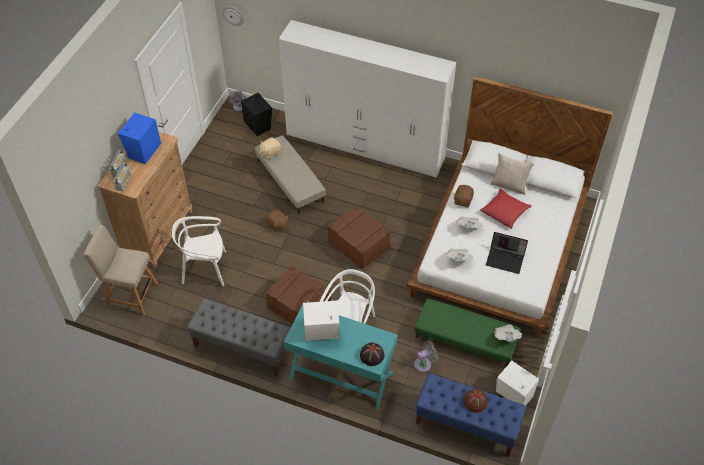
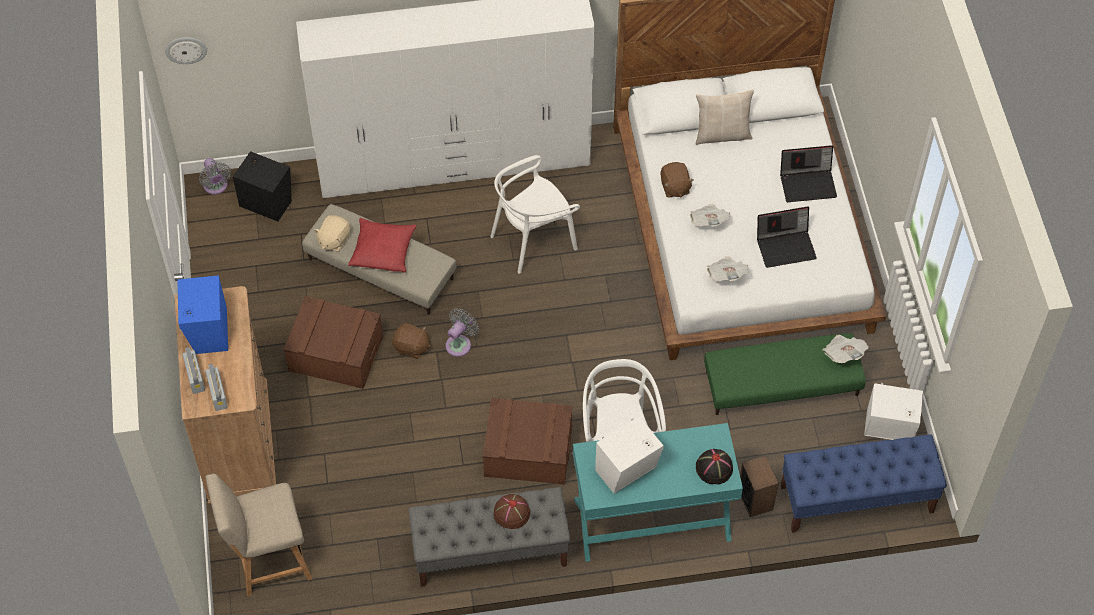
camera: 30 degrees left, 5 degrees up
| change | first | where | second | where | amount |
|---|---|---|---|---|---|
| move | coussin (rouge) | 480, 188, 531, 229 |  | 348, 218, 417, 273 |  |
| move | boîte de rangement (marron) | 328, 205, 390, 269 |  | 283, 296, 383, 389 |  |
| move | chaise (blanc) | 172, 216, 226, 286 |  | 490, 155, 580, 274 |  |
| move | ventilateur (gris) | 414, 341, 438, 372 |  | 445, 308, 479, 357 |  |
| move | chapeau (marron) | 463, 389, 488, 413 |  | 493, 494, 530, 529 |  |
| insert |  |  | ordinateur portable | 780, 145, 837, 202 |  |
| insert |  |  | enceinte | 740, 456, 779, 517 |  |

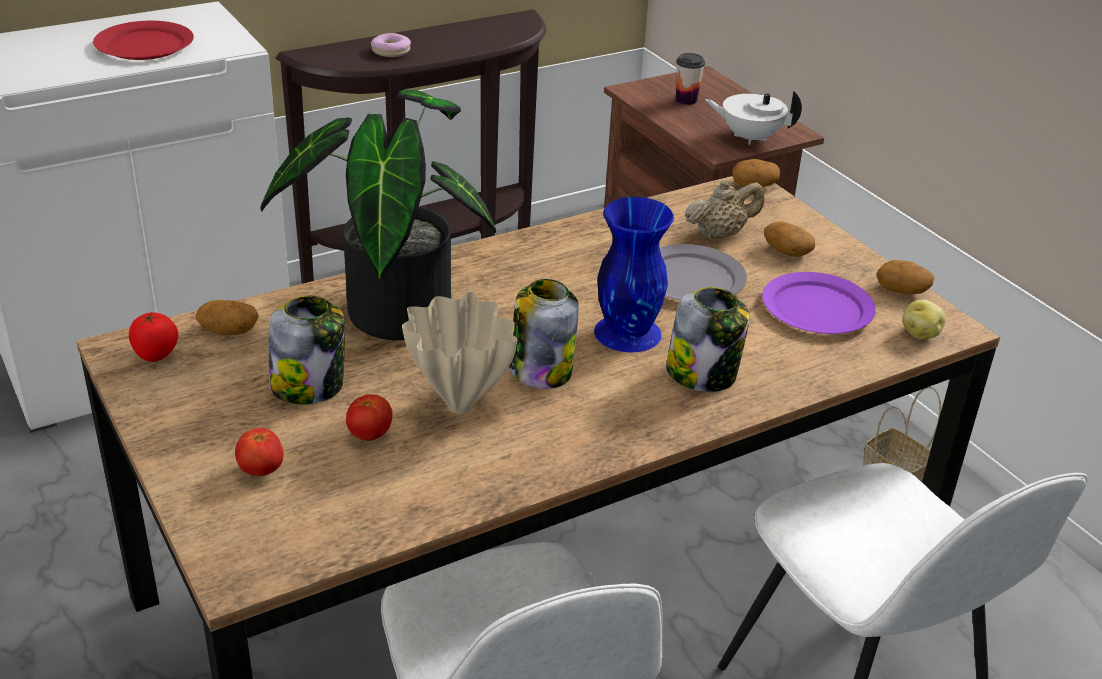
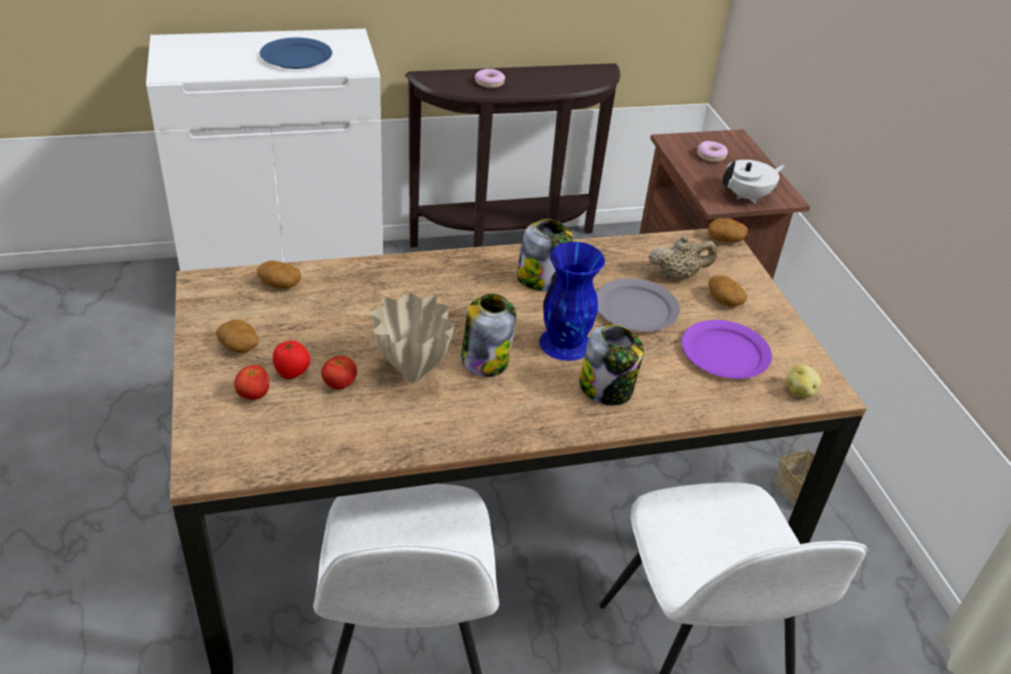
camera: 15 degrees right, 5 degrees up
| change | first | where | second | where | amount |
|---|---|---|---|---|---|
| recolor | assiette (rouge) | 93, 21, 194, 60 | assiette (bleu) | 260, 37, 332, 69 |  |
| replace | tasse | 676, 53, 705, 105 | beignet | 697, 141, 728, 162 |  |
| delete | plante en pot | 260, 90, 496, 340 |  |  |  |
| rotate | théière (blanc) | 705, 90, 802, 145 |  | 723, 160, 785, 204 | 120 degrees clockwise |
| move | pomme de terre | 876, 260, 934, 294 |  | 216, 320, 259, 353 |  |
| move | bocal | 269, 296, 345, 404 |  | 516, 219, 573, 291 |  |
| move | tomate | 129, 312, 178, 362 |  | 273, 340, 310, 379 |  |

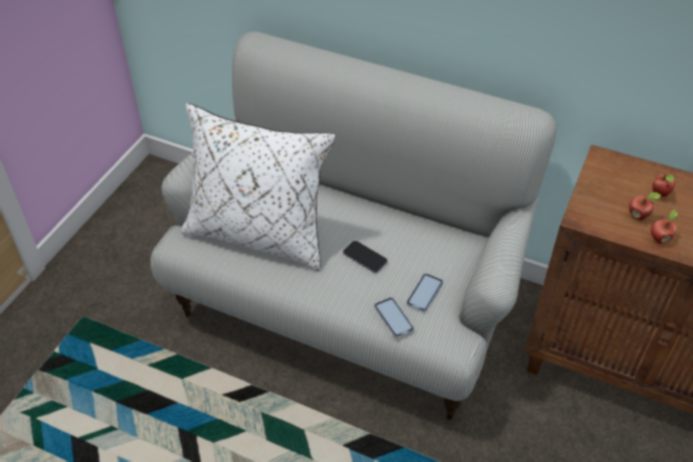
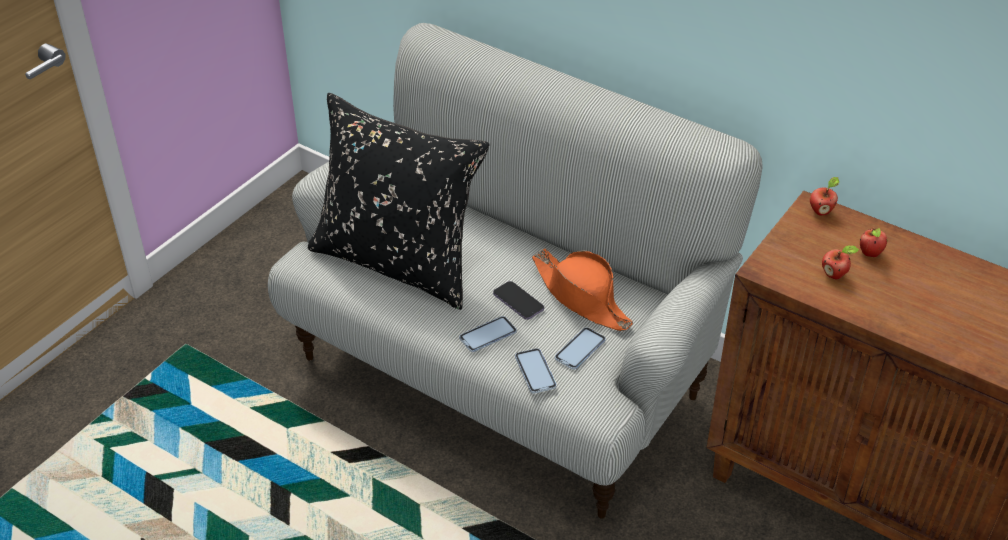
camera: 10 degrees right, 5 degrees down
| change | first | where | second | where | amount |
|---|---|---|---|---|---|
| recolor | coussin (blanc) | 181, 103, 336, 271 | coussin (noir) | 308, 93, 490, 310 |  |
| move | pomme | 651, 209, 678, 244 |  | 810, 177, 839, 216 |  |
| insert |  |  | chapeau (orange) | 532, 248, 633, 331 |  |
| insert |  |  | téléphone | 459, 316, 517, 352 |  |

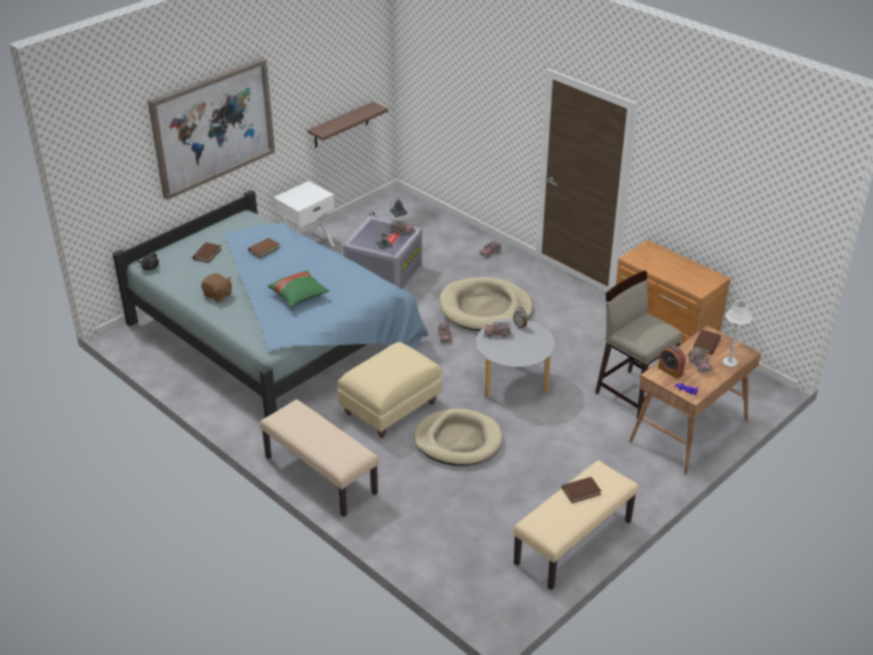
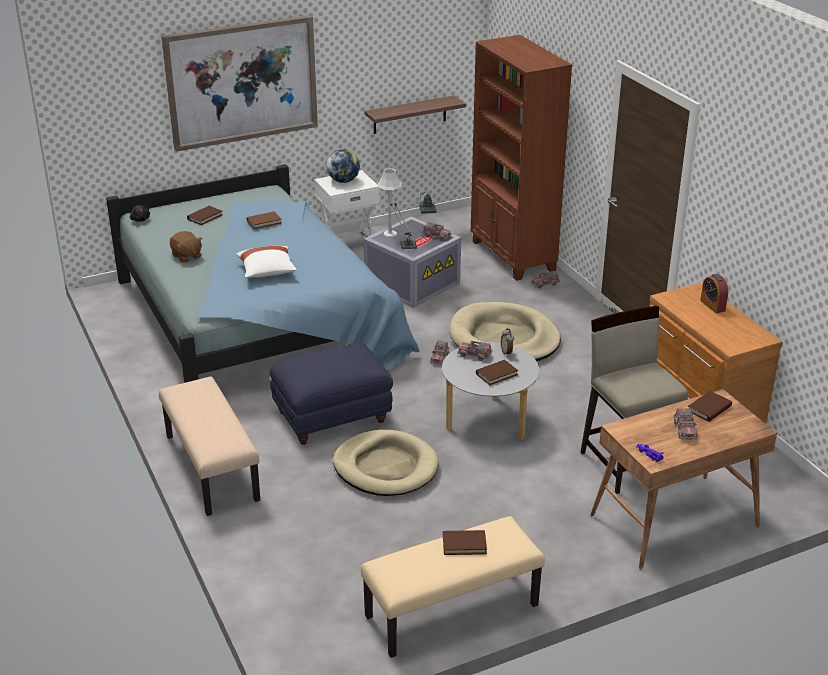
camera: 20 degrees right, 5 degrees down
| change | first | where | second | where | amount |
|---|---|---|---|---|---|
| recolor | coussin (vert) | 268, 270, 329, 307 | coussin (blanc) | 236, 246, 297, 278 |  |
| move | lampe de table (gris) | 722, 300, 752, 367 |  | 378, 168, 402, 237 |  |
| recolor | pouf (beige) | 337, 342, 442, 438 | pouf (bleu) | 270, 343, 393, 445 |  |
| move | réveil | 658, 345, 685, 379 |  | 700, 274, 728, 313 |  |
| insert |  |  | bibliothèque (marron) | 471, 35, 572, 281 |  |
| insert |  |  | globe | 327, 150, 360, 183 |  |
| insert |  |  | livre (marron) | 476, 360, 518, 385 |  |

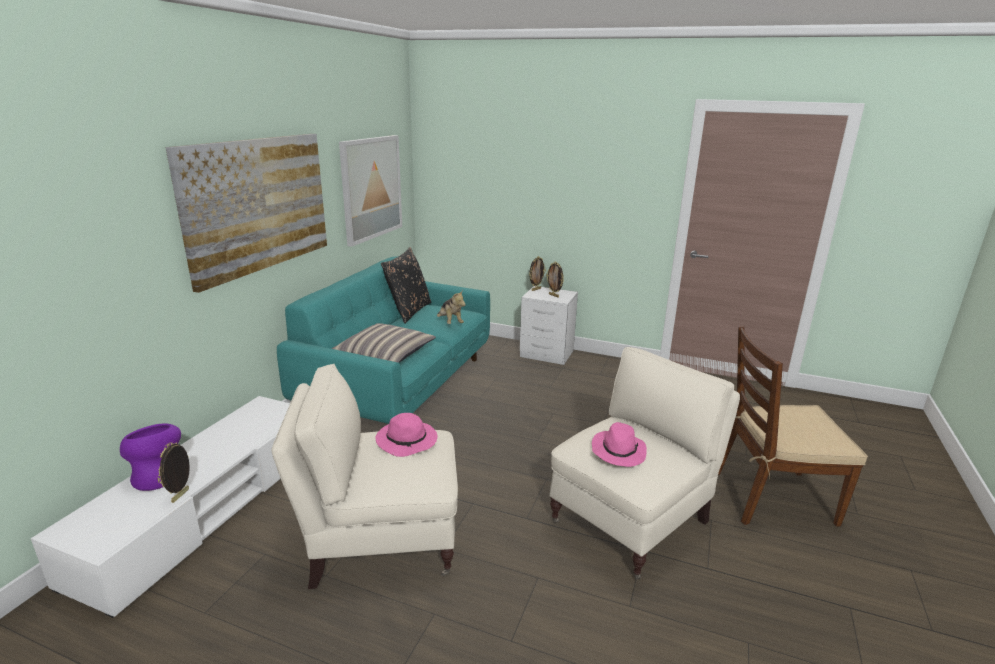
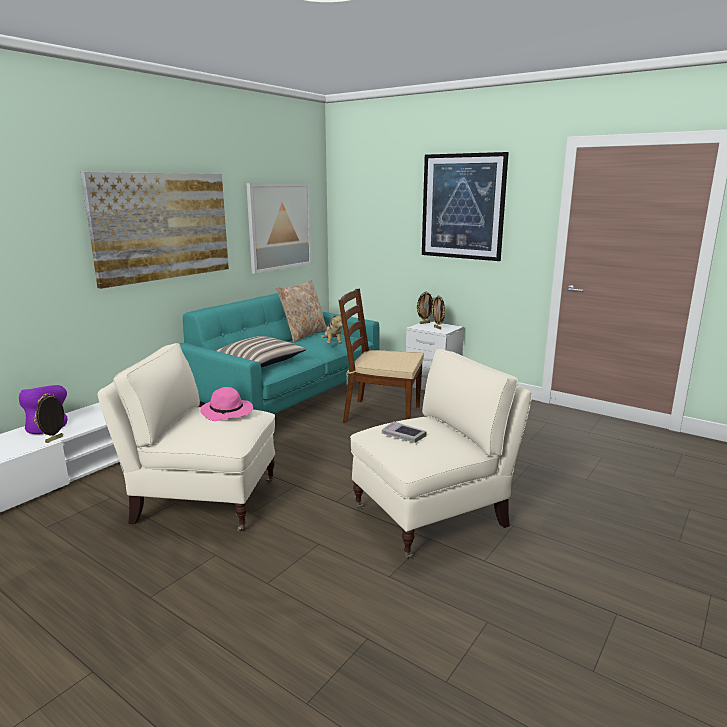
camera: 15 degrees right, 5 degrees down
| change | first | where | second | where | amount |
|---|---|---|---|---|---|
| recolor | coussin (noir) | 381, 247, 432, 323 | coussin (beige) | 276, 279, 327, 343 |  |
| move | chaise (marron) | 718, 326, 868, 527 |  | 339, 289, 424, 422 |  |
| replace | chapeau (rose) | 592, 422, 647, 467 | livre | 382, 421, 427, 443 |  |
| insert |  |  | tableau | 422, 152, 509, 261 |  |

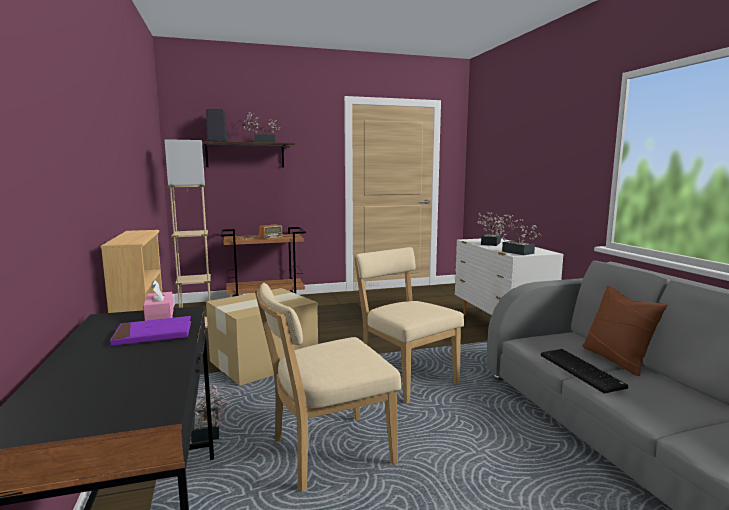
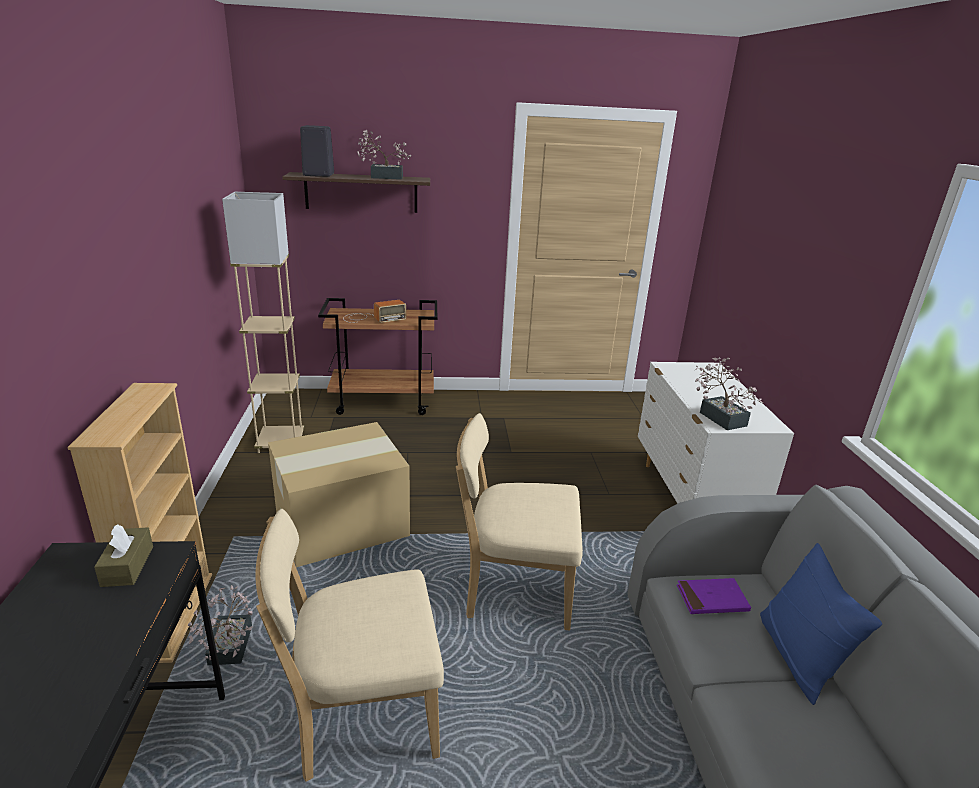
camera: 10 degrees right, 15 degrees up
| change | first | where | second | where | amount |
|---|---|---|---|---|---|
| delete | plante en pot | 477, 212, 503, 246 |  |  |  |
| rotate | chaise (beige) | 354, 247, 464, 404 |  | 456, 413, 583, 630 | 60 degrees counterclockwise |
| recolor | boîte à mouchoirs (rose) | 143, 280, 174, 321 | boîte à mouchoirs (marron) | 94, 524, 153, 587 |  |
| recolor | coussin (marron) | 582, 286, 667, 376 | coussin (bleu) | 760, 543, 882, 705 |  |
| move | livre (violet) | 110, 316, 191, 346 |  | 677, 578, 751, 614 |  |
| delete | clavier | 541, 349, 628, 394 |  |  |  |

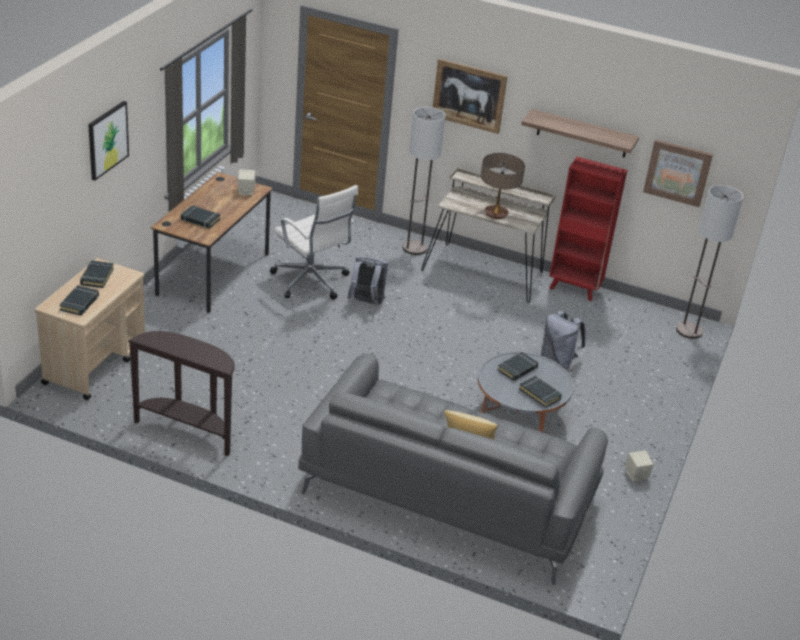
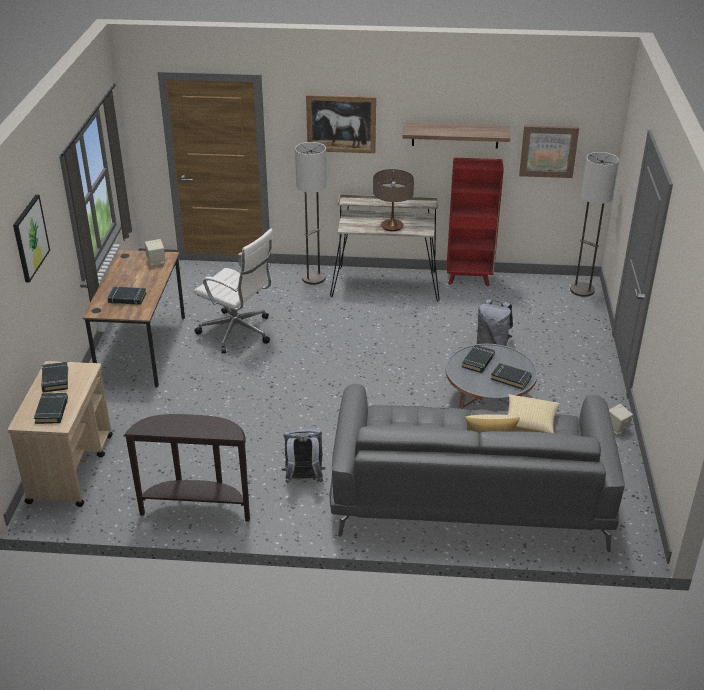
camera: 15 degrees left, 0 degrees up
| change | first | where | second | where | amount |
|---|---|---|---|---|---|
| move | sac à dos (gris) | 347, 257, 388, 305 |  | 282, 429, 325, 483 |  |
| insert |  |  | coussin | 507, 394, 560, 433 |  |

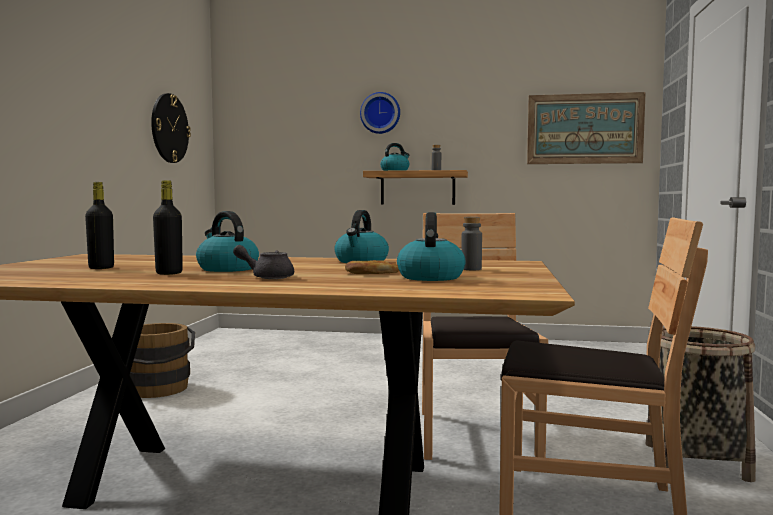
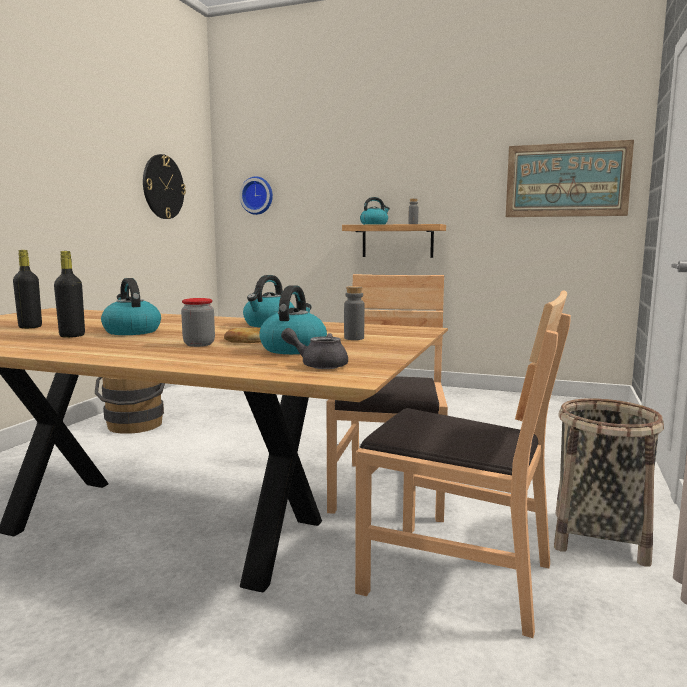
camera: 10 degrees right, 5 degrees up
| change | first | where | second | where | amount |
|---|---|---|---|---|---|
| move | horloge murale | 360, 92, 400, 134 |  | 239, 176, 273, 215 |  |
| move | théière (gris) | 233, 245, 294, 279 |  | 281, 328, 348, 369 |  |
| insert |  |  | bocal | 181, 298, 215, 347 |  |

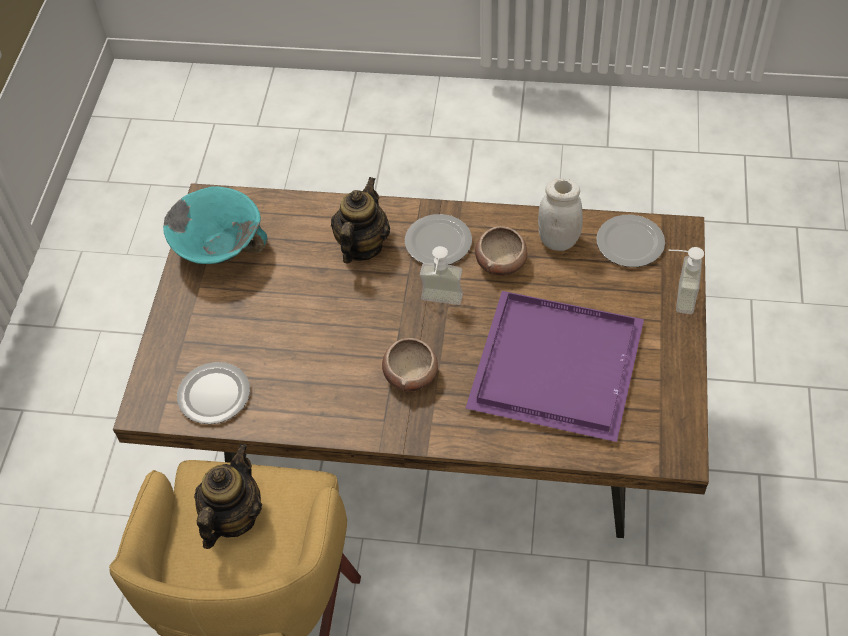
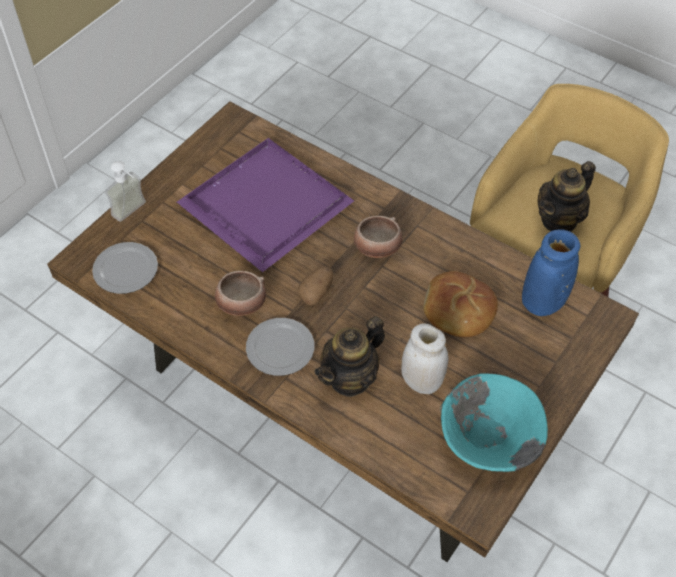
camera: 155 degrees left, 0 degrees up
| change | first | where | second | where | amount |
|---|---|---|---|---|---|
| move | bocal (blanc) | 538, 179, 583, 251 |  | 401, 324, 449, 394 |  |
| replace | distributeur de savon | 420, 246, 463, 305 | pomme de terre | 298, 267, 333, 306 |  |
| replace | assiette | 177, 362, 250, 424 | vase (bleu) | 522, 229, 580, 316 |  |
| insert |  |  | pain | 423, 271, 498, 337 |  |

